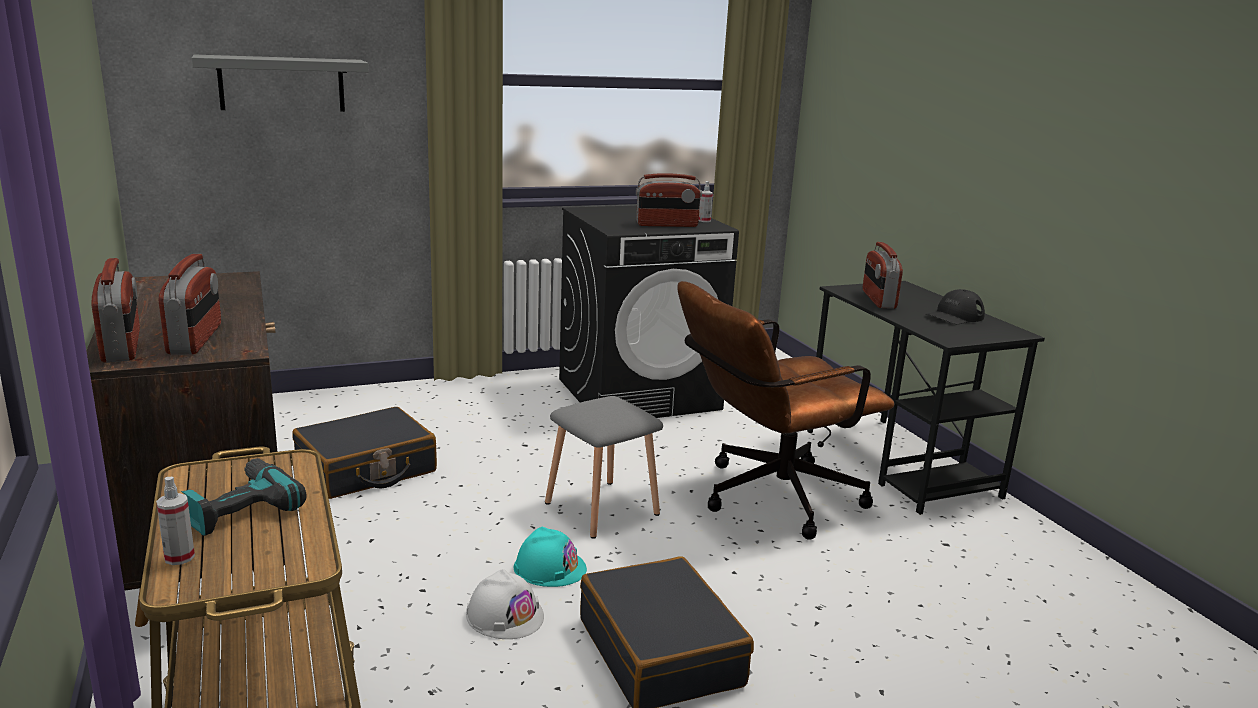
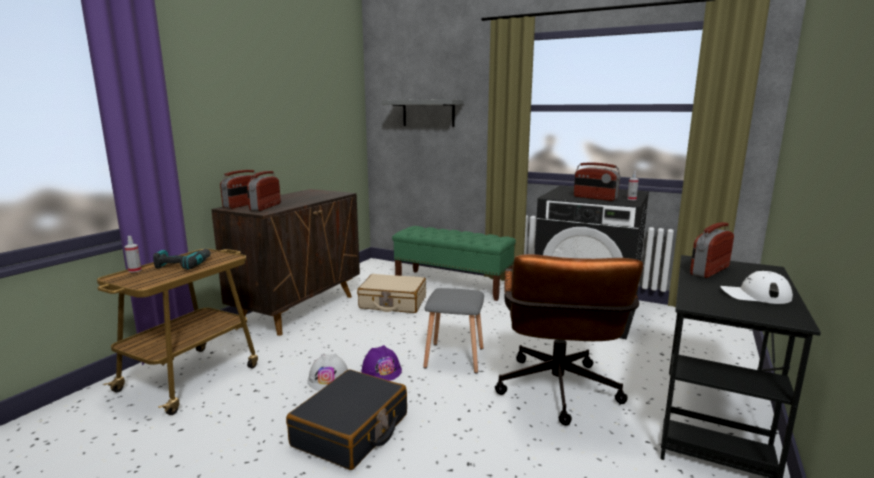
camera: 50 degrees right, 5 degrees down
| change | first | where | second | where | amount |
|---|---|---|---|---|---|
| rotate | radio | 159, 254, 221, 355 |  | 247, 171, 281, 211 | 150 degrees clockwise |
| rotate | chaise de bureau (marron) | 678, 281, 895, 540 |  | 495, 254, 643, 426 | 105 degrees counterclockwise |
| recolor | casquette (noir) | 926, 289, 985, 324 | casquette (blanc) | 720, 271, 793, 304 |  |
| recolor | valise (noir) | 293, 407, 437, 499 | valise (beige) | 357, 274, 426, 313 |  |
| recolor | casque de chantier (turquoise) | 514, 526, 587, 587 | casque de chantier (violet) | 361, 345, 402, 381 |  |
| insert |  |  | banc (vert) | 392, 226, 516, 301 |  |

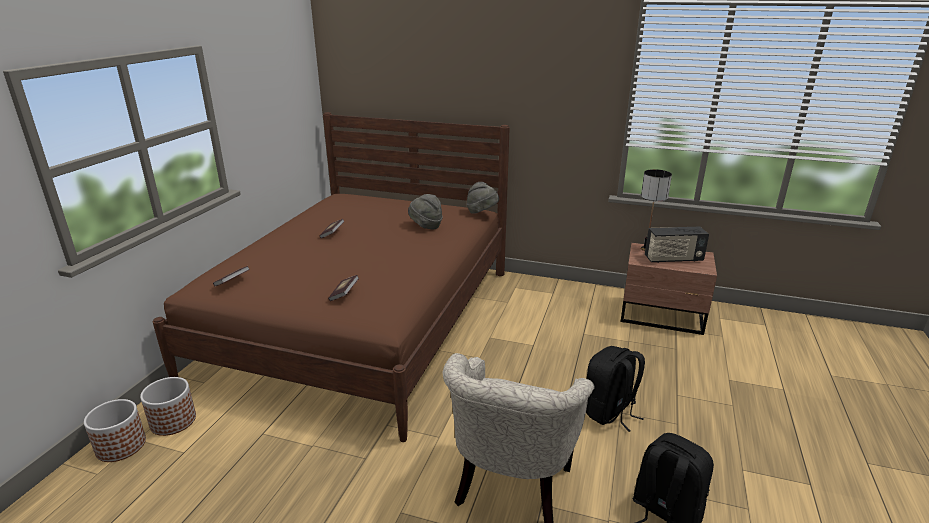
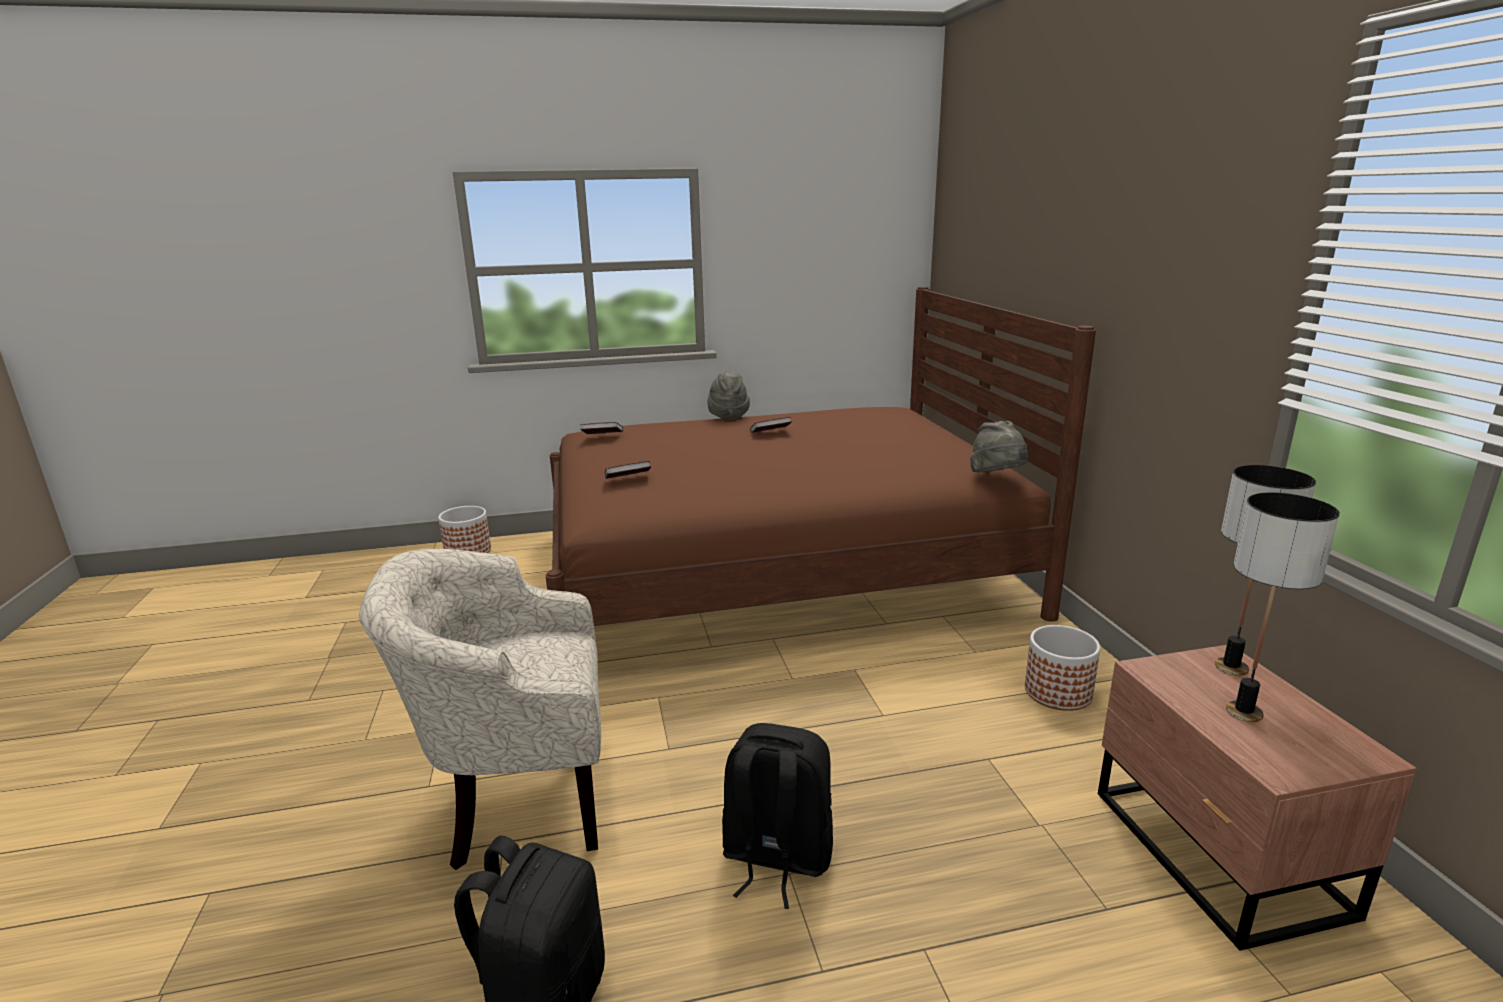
camera: 60 degrees right, 5 degrees down
| change | first | where | second | where | amount |
|---|---|---|---|---|---|
| move | chapeau (gris) | 408, 194, 443, 230 |  | 707, 371, 750, 420 |  |
| replace | radio | 645, 227, 709, 263 | lampe de table | 1226, 492, 1340, 722 |  |
| move | cache-pot | 140, 377, 196, 436 |  | 1025, 625, 1100, 711 |  |

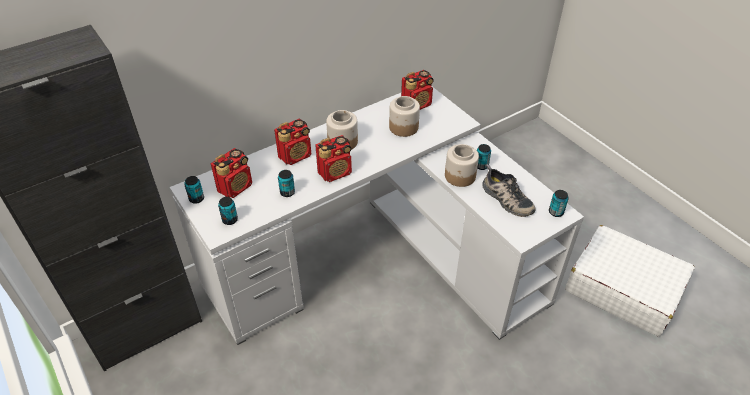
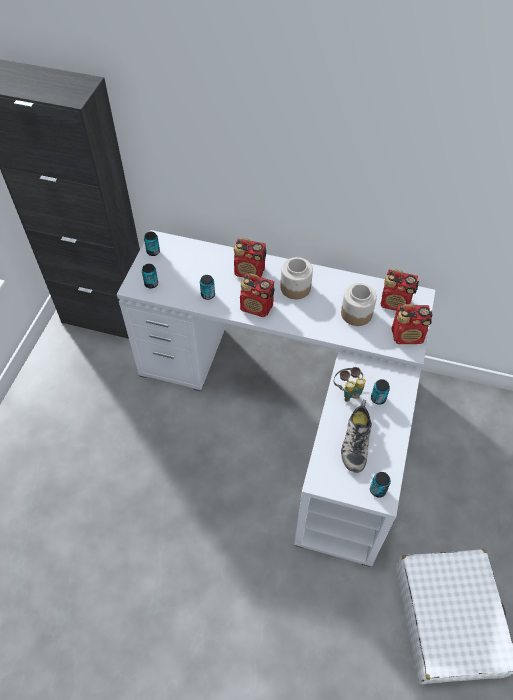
camera: 50 degrees right, 10 degrees up
| change | first | where | second | where | amount |
|---|---|---|---|---|---|
| replace | bocal | 445, 144, 479, 187 | jumelles | 334, 367, 366, 402 |  |
| move | radio | 211, 148, 252, 198 |  | 391, 304, 432, 344 |  |

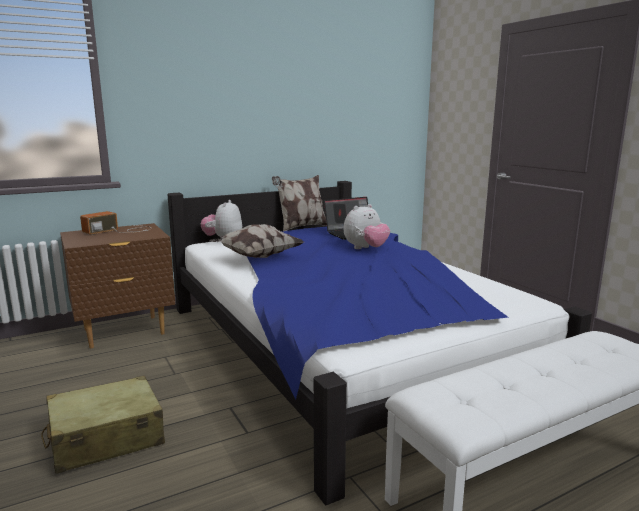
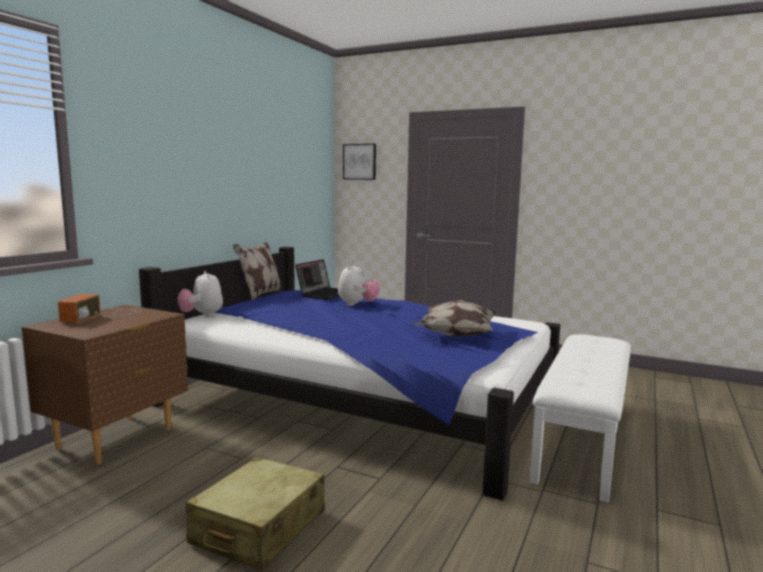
camera: 35 degrees left, 5 degrees down
| change | first | where | second | where | amount |
|---|---|---|---|---|---|
| move | coussin | 209, 224, 304, 258 |  | 413, 299, 497, 337 |  |
| insert |  |  | tableau | 343, 144, 376, 180 |  |

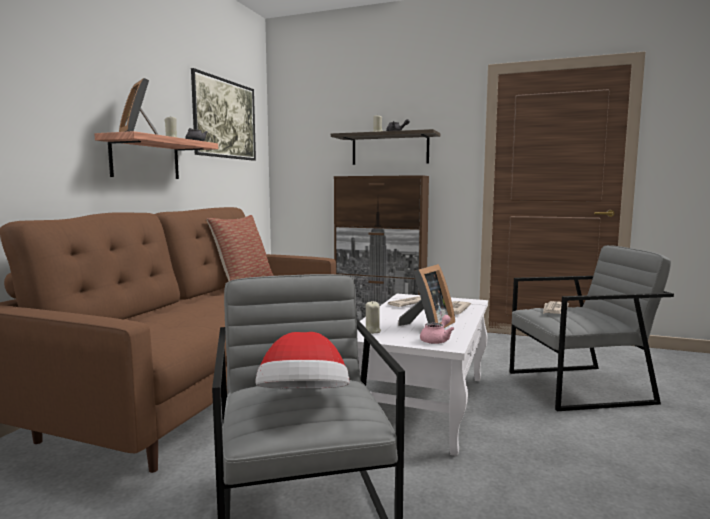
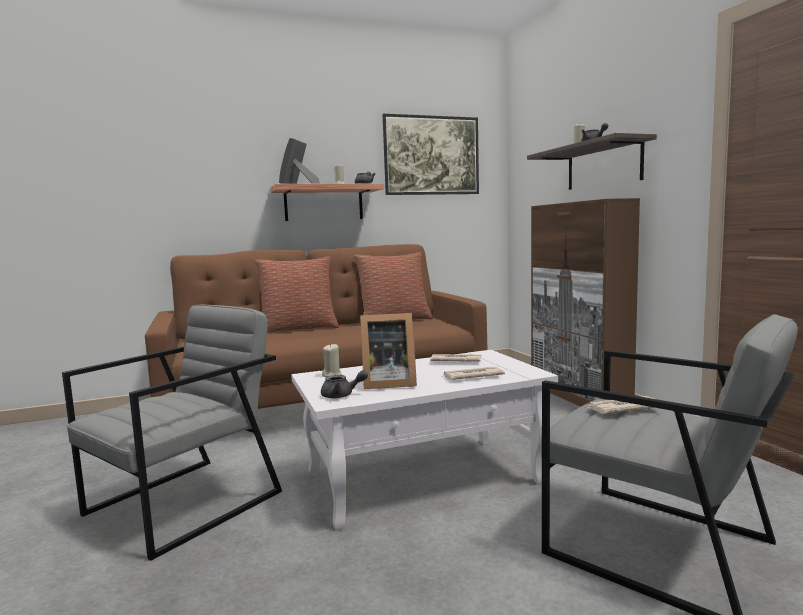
camera: 50 degrees right, 0 degrees up
| change | first | where | second | where | amount |
|---|---|---|---|---|---|
| recolor | théière (rose) | 420, 315, 454, 344 | théière (gris) | 321, 370, 368, 398 |  |
| delete | chapeau | 255, 332, 349, 388 |  |  |  |
| insert |  |  | coussin | 255, 256, 339, 333 |  |

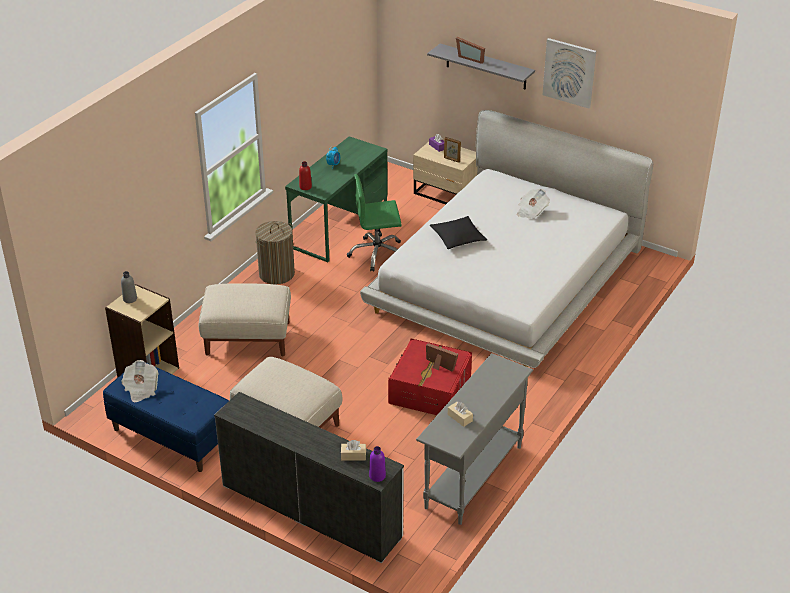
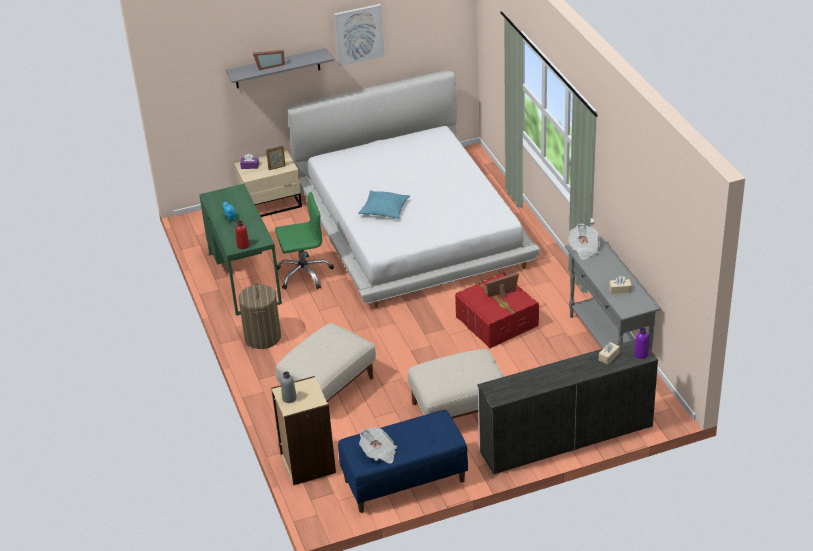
camera: 50 degrees left, 0 degrees up
| change | first | where | second | where | amount |
|---|---|---|---|---|---|
| rotate | chaise de bureau (vert) | 347, 174, 402, 272 |  | 275, 192, 334, 290 | 135 degrees counterclockwise |
| move | journal | 517, 189, 550, 219 |  | 568, 224, 600, 260 |  |
| recolor | coussin (noir) | 430, 216, 487, 249 | coussin (turquoise) | 358, 191, 410, 219 |  |

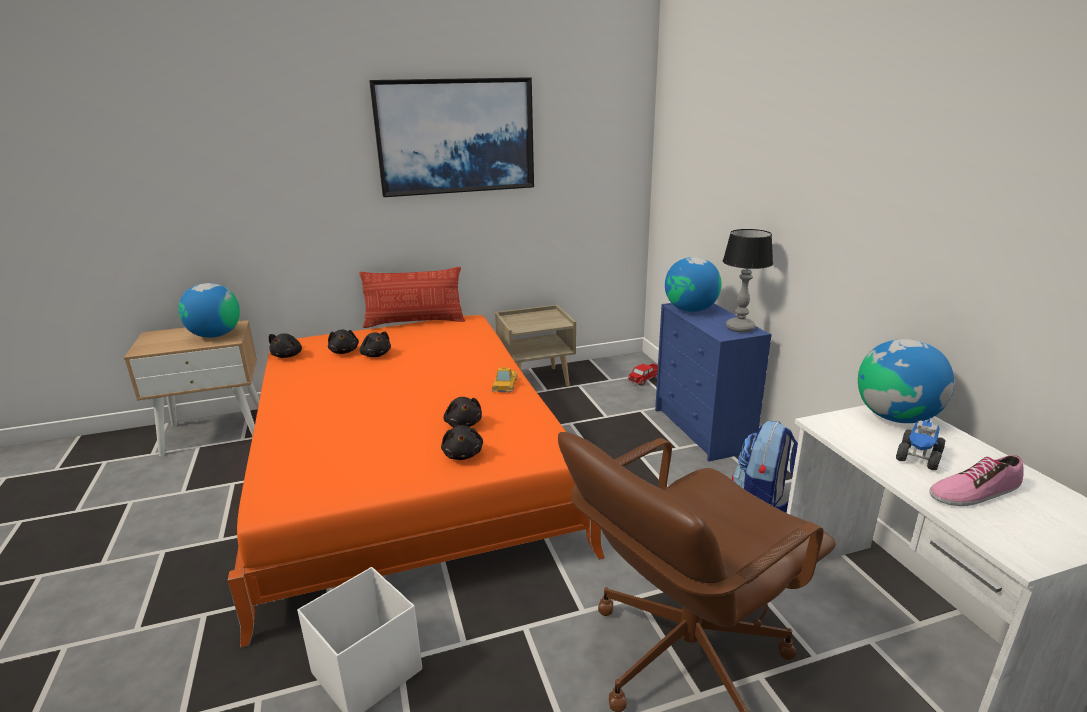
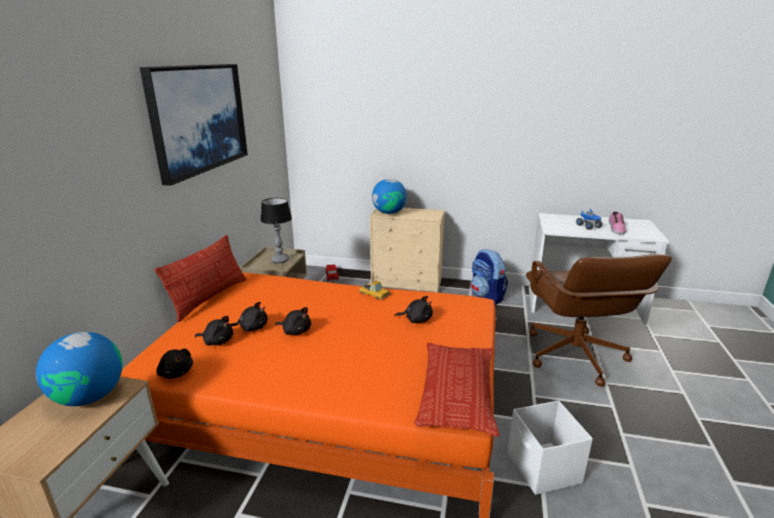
camera: 60 degrees left, 0 degrees up
| change | first | where | second | where | amount |
|---|---|---|---|---|---|
| move | lampe de table | 723, 229, 773, 332 |  | 260, 198, 292, 263 |  |
| recolor | commode (bleu) | 655, 303, 772, 462 | commode (beige) | 370, 208, 445, 293 |  |
| delete | globe | 858, 339, 954, 423 |  |  |  |
| move | peluche (noir) | 441, 425, 483, 460 |  | 275, 307, 311, 335 |  |
| insert |  |  | coussin | 414, 343, 499, 437 |  |

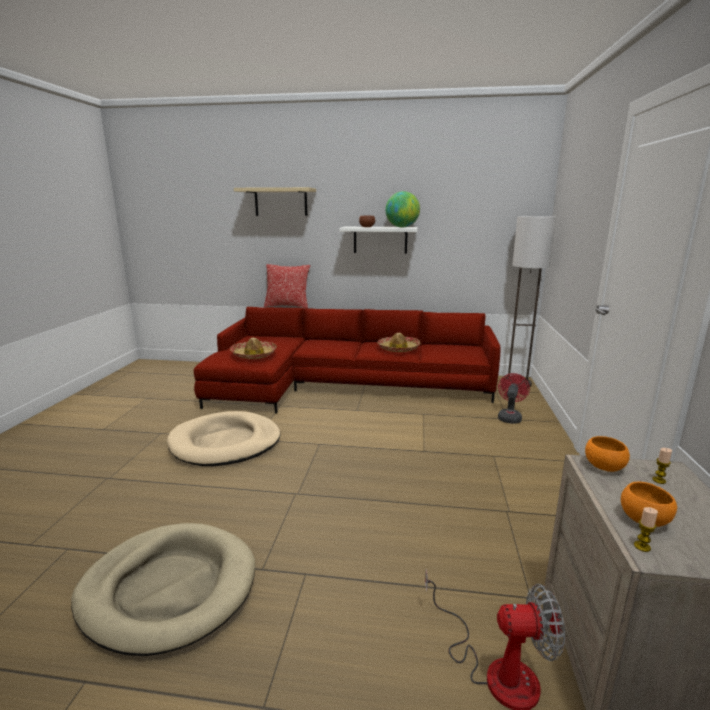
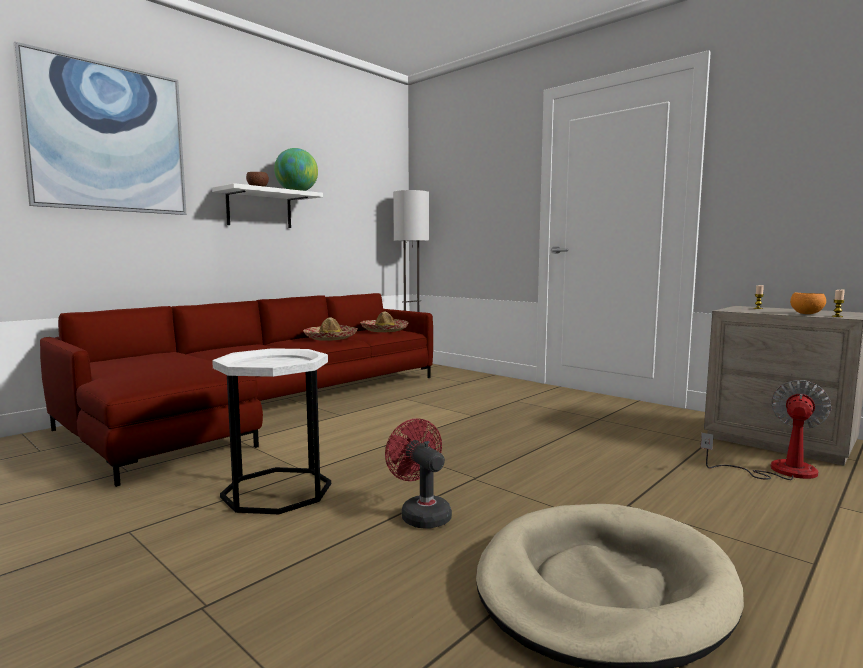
camera: 55 degrees left, 10 degrees down
| change | first | where | second | where | amount |
|---|---|---|---|---|---|
| replace | étagère (beige) | 234, 187, 316, 216 | tableau | 13, 41, 186, 215 |  |
| delete | coussin | 264, 264, 310, 308 |  |  |  |
| move | chapeau | 230, 338, 277, 359 |  | 360, 312, 409, 332 |  |
| move | ventilateur (rouge) | 498, 373, 530, 424 |  | 385, 418, 452, 528 |  |
| replace | panier pour chien (beige) | 167, 411, 280, 466 | table d'appoint (blanc) | 212, 348, 331, 514 |  |
| delete | bol (orange) | 585, 436, 630, 472 |  |  |  |

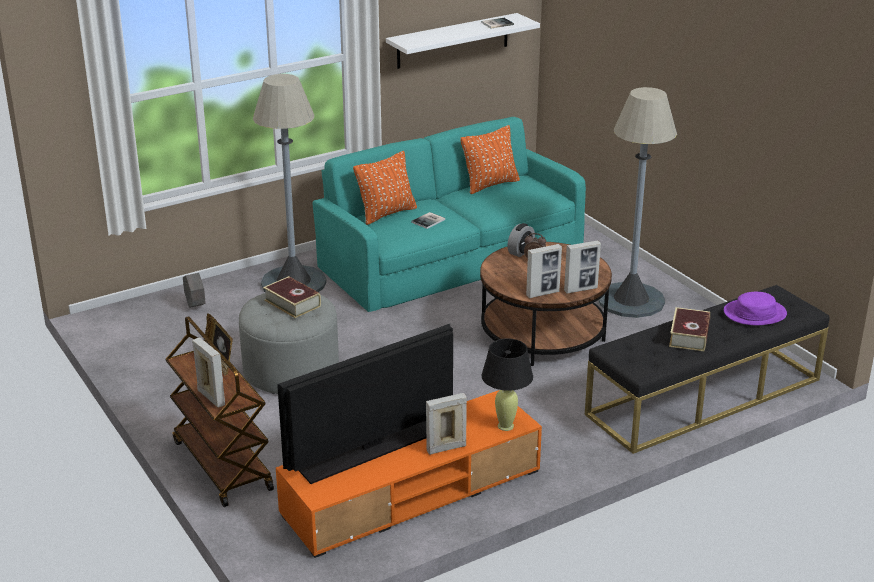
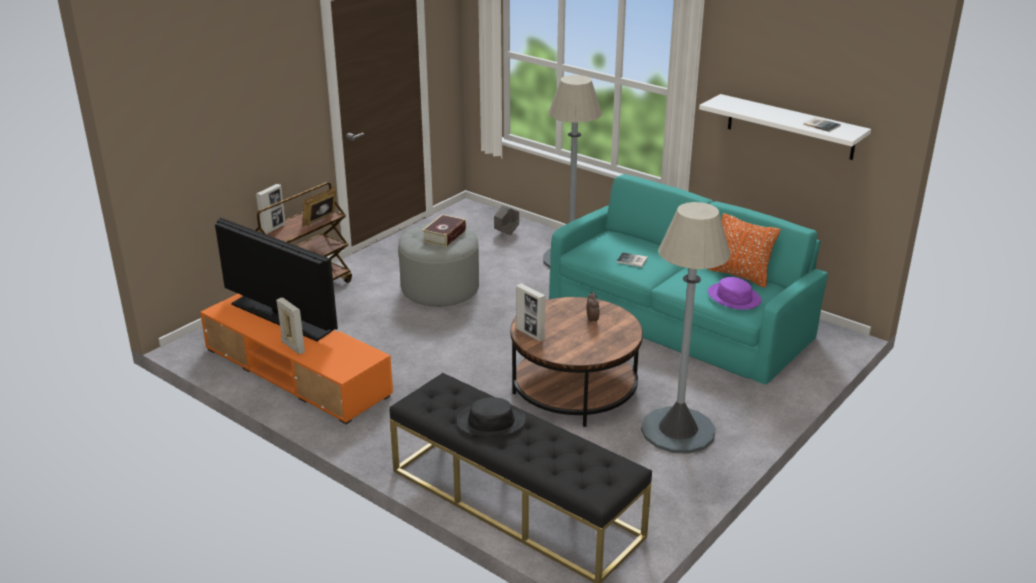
camera: 70 degrees right, 0 degrees up
| change | first | where | second | where | amount |
|---|---|---|---|---|---|
| delete | coussin (orange) | 353, 151, 417, 225 |  |  |  |
| delete | réveil | 507, 223, 535, 257 |  |  |  |
| delete | cadre photo | 564, 240, 601, 294 |  |  |  |
| move | chapeau (violet) | 724, 292, 787, 325 |  | 708, 277, 762, 310 |  |
| replace | livre | 669, 307, 710, 351 | chapeau (noir) | 457, 397, 526, 437 |  |
| delete | lampe de table (noir) | 482, 338, 533, 431 |  |  |  |

